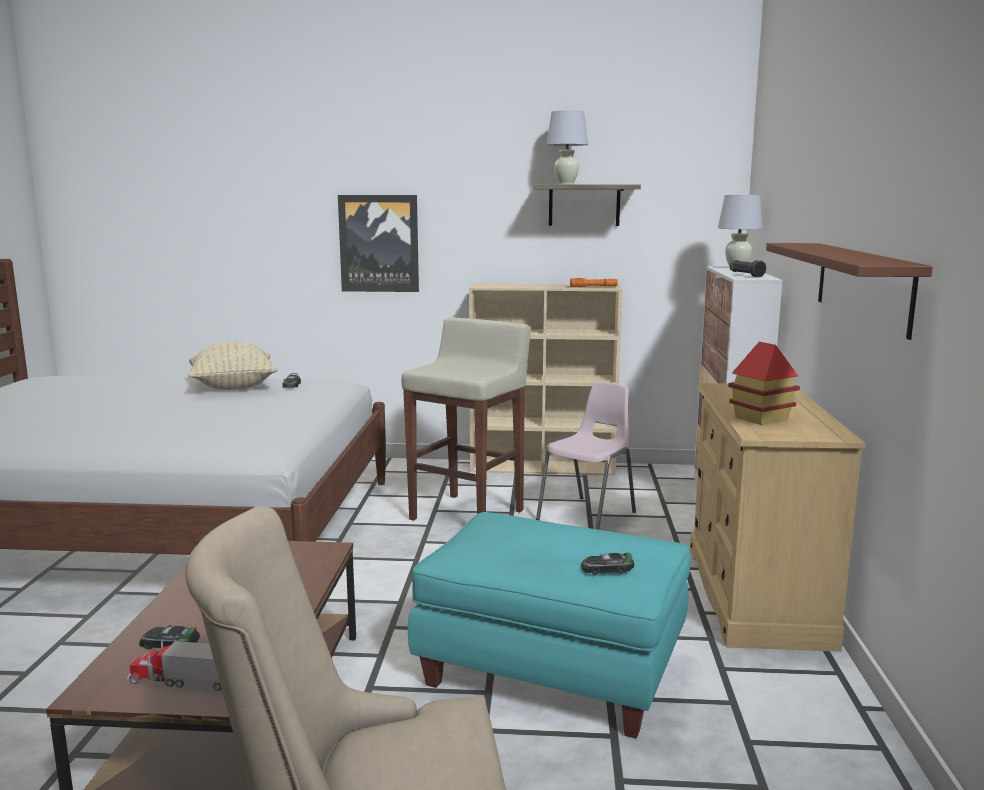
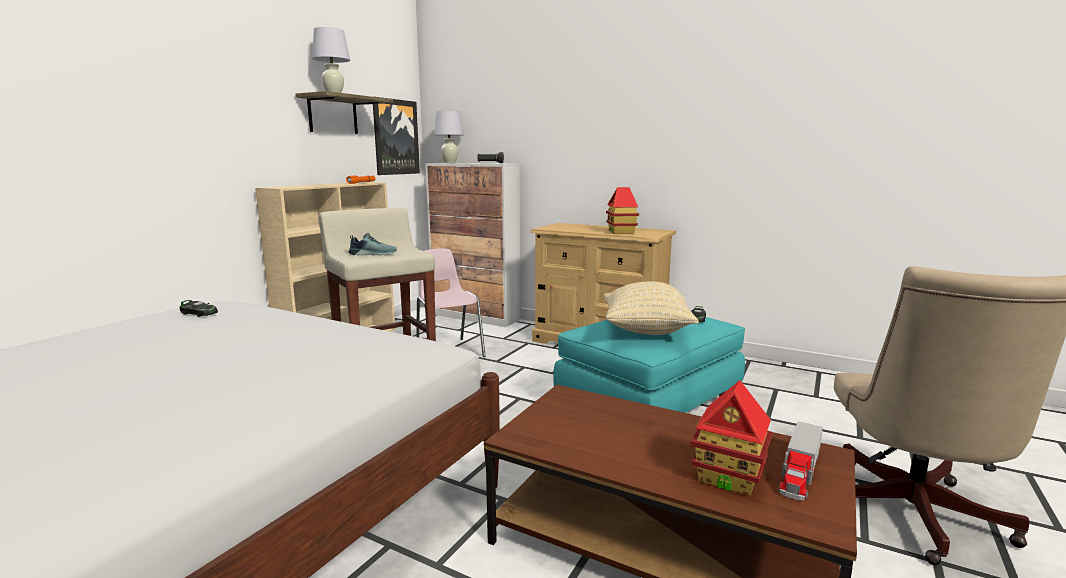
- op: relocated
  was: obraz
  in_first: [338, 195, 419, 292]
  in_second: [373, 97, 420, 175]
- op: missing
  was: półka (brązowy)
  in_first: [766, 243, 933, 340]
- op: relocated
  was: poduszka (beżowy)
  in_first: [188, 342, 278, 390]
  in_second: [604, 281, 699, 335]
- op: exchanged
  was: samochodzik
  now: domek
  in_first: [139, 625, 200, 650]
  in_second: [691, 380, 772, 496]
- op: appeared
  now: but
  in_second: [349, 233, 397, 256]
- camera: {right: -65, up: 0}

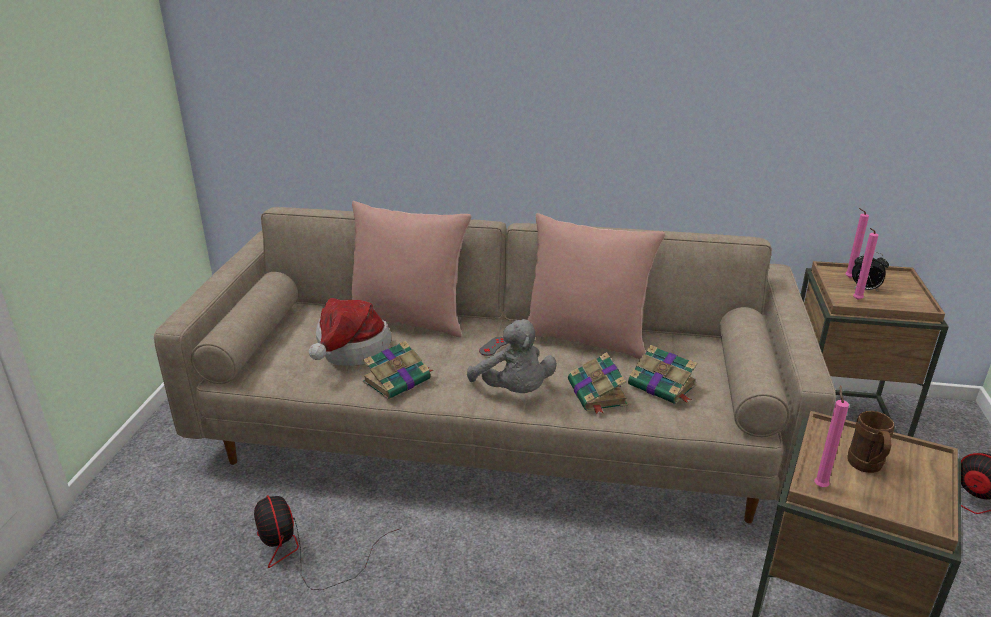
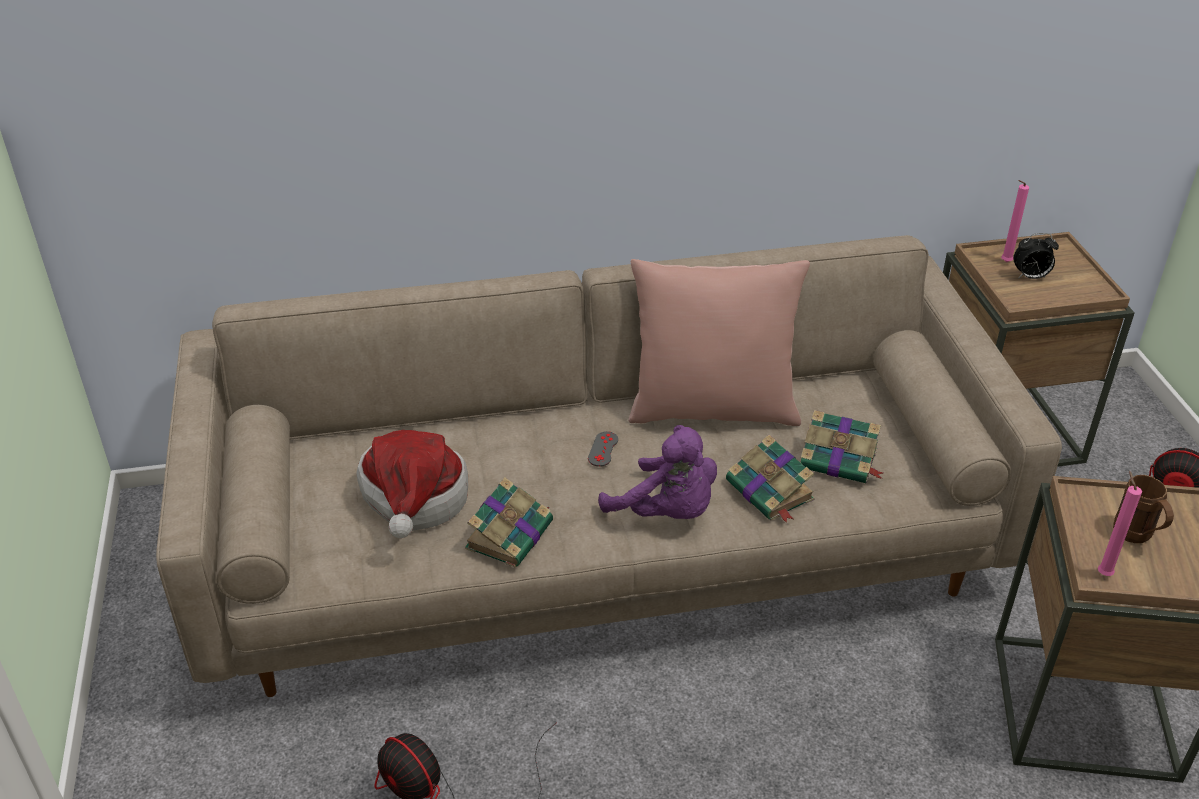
- op: missing
  was: poduszka (różowy)
  in_first: [352, 201, 472, 337]
- op: missing
  was: świeca (różowy)
  in_first: [853, 228, 878, 300]
- op: colour
  was: pluszak (szary)
  now: pluszak (fioletowy)
  in_first: [467, 319, 557, 393]
  in_second: [598, 425, 717, 519]
- camera: {right: -20, up: 10}

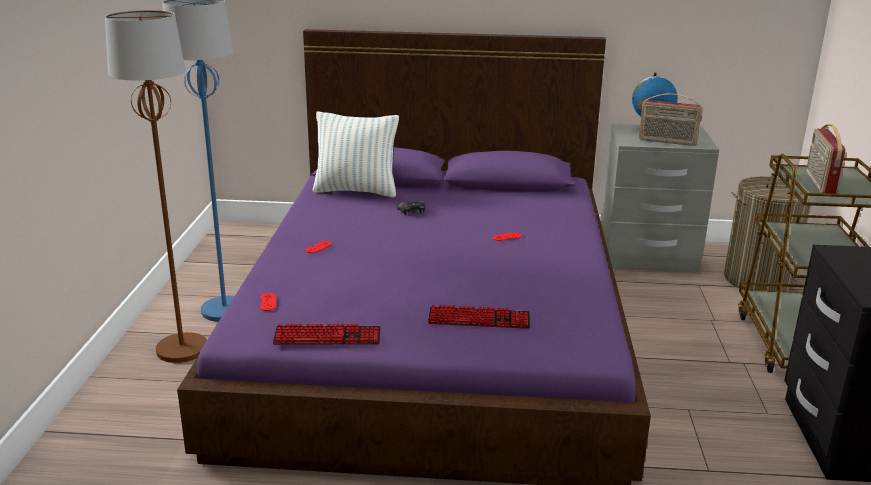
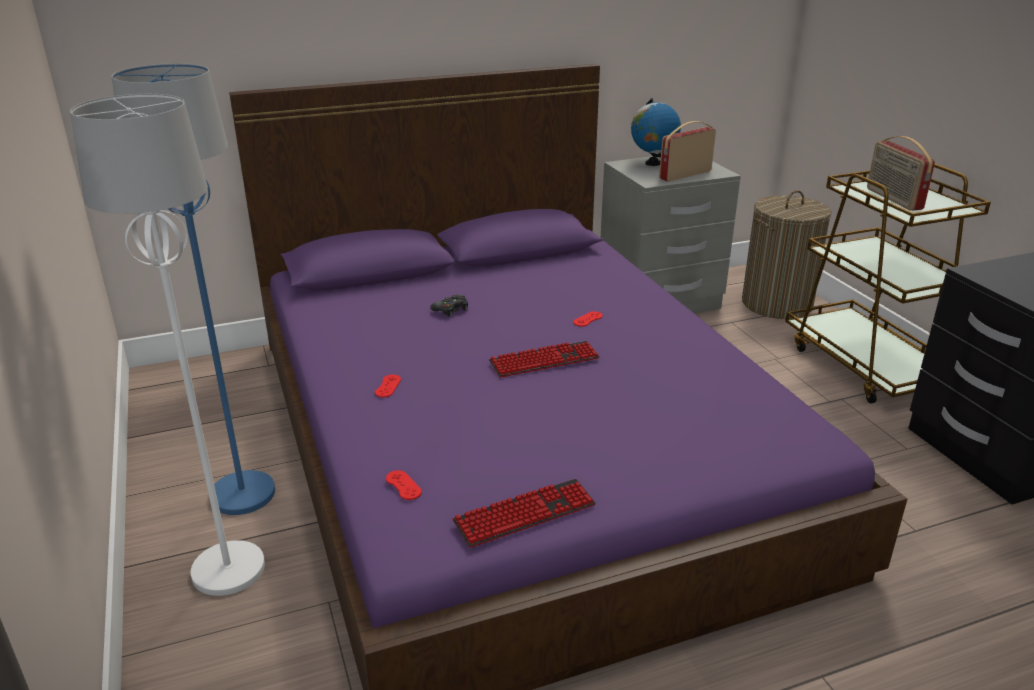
- op: colour
  was: lampa stojąca (brązowy)
  now: lampa stojąca (biały)
  in_first: [105, 10, 207, 363]
  in_second: [70, 94, 265, 596]
- op: spun
  was: radio
  in_first: [639, 93, 703, 146]
  in_second: [659, 121, 716, 182]
  clockwise: 150
- op: missing
  was: poduszka
  in_first: [313, 112, 399, 197]
- op: relocated
  was: klawiatura
  in_first: [428, 305, 530, 329]
  in_second: [489, 341, 600, 378]
- camera: {right: -25, up: 5}

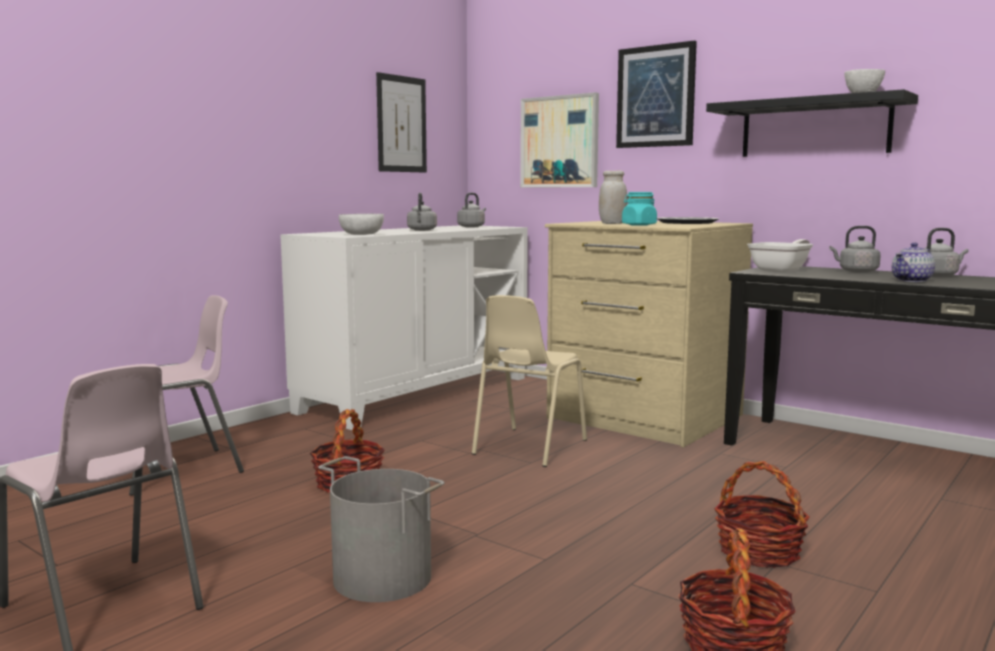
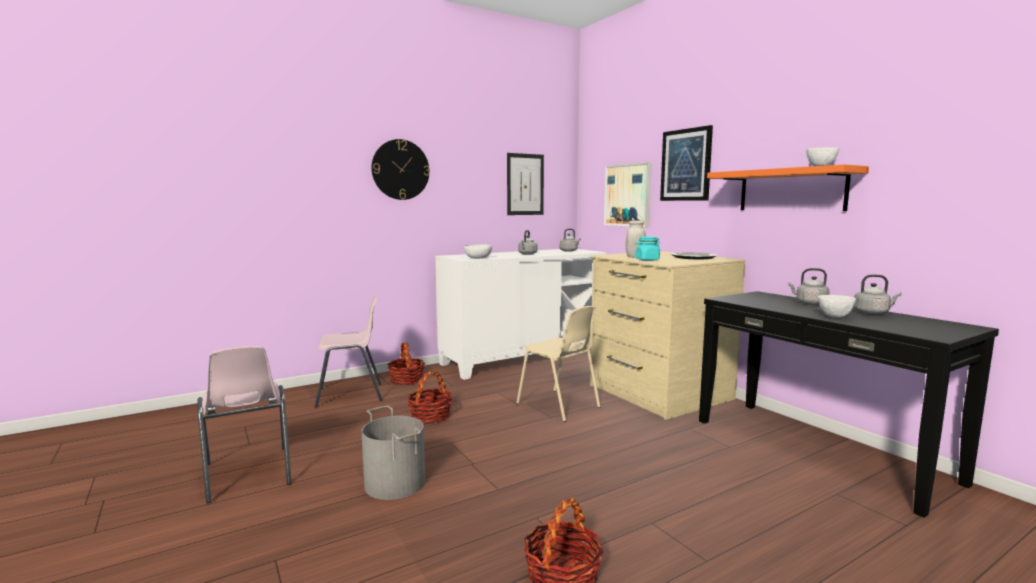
- op: colour
  was: półka (czarny)
  now: półka (pomarańczowy)
  in_first: [706, 89, 918, 157]
  in_second: [707, 164, 869, 211]
- op: missing
  was: patelnia
  in_first: [747, 239, 813, 272]
- op: exchanged
  was: imbryk
  now: miska (biały)
  in_first: [892, 243, 935, 282]
  in_second: [818, 295, 856, 318]
- op: spun
  was: krzesło (beżowy)
  in_first: [472, 295, 587, 467]
  in_second: [516, 306, 601, 422]
  clockwise: -90
- op: relocated
  was: koszyk
  in_first: [714, 461, 810, 568]
  in_second: [387, 342, 425, 385]
- op: appeared
  now: zegar ścienny
  in_second: [372, 139, 430, 200]
- camera: {right: 20, up: 0}

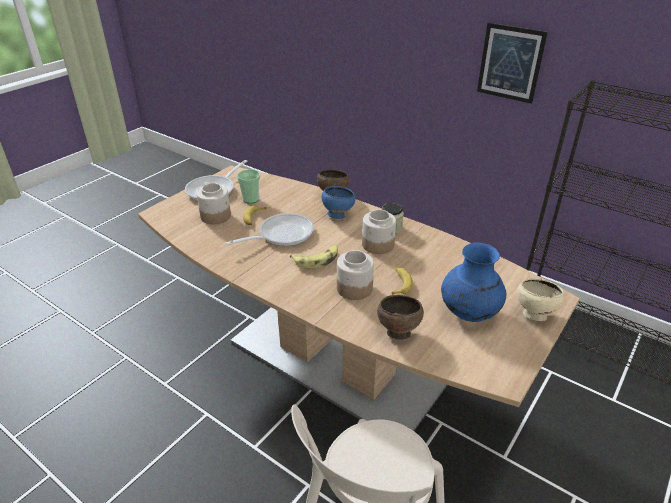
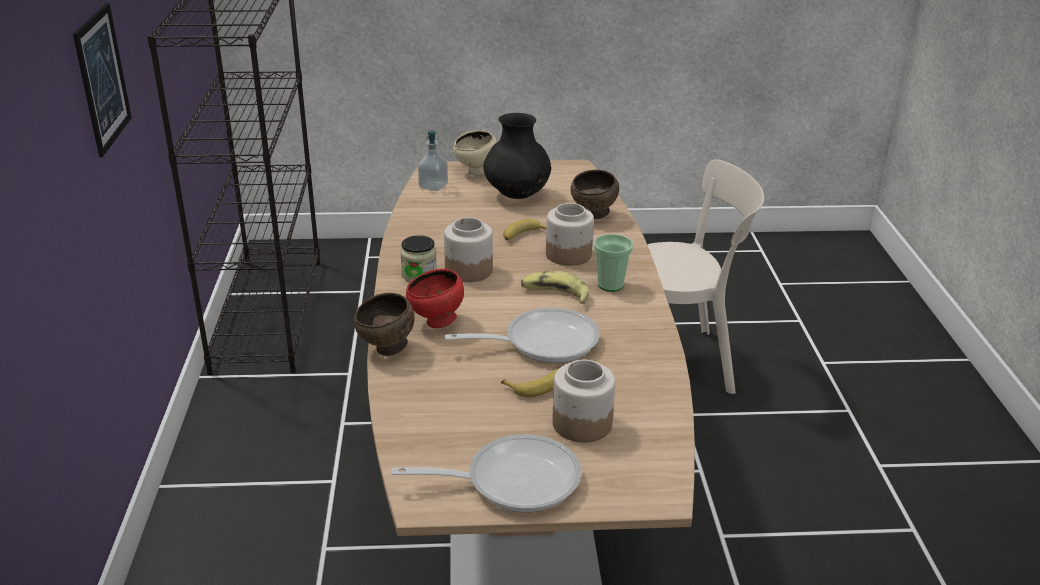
- op: relocated
  was: filiżanka
  in_first: [237, 169, 260, 204]
  in_second: [594, 234, 633, 292]
- op: colour
  was: miska (niebieski)
  now: miska (czerwony)
  in_first: [322, 186, 355, 219]
  in_second: [406, 269, 464, 328]
- op: spun
  was: patelnia
  in_first: [226, 213, 314, 246]
  in_second: [445, 308, 600, 363]
  clockwise: 150
- op: colour
  was: wazon (niebieski)
  now: wazon (czarny)
  in_first: [441, 242, 507, 322]
  in_second: [484, 113, 551, 199]
- op: appeared
  now: dozownik mydła
  in_second: [418, 131, 448, 191]
- camera: {right: -130, up: -5}

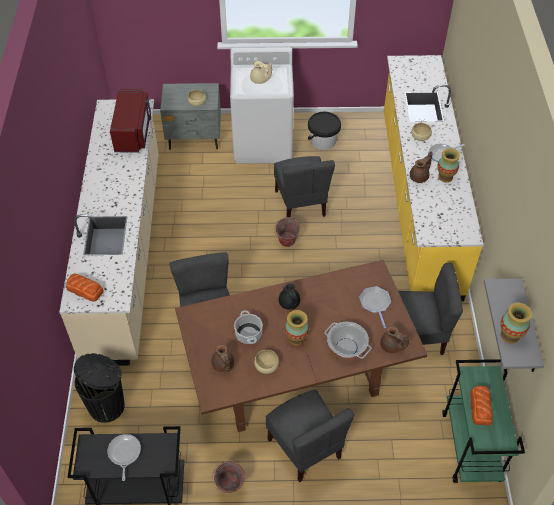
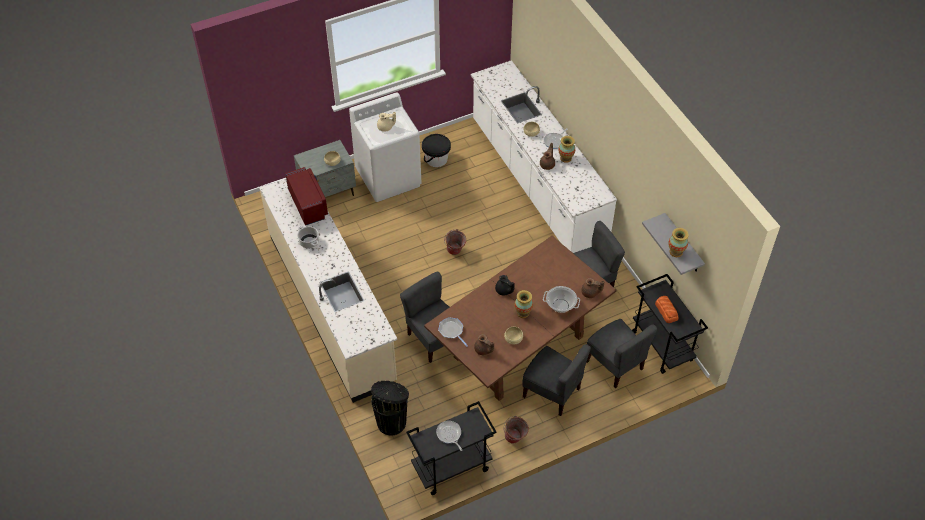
- op: colour
  was: zabudowa kuchenna (żółty)
  now: zabudowa kuchenna (biały)
  in_first: [384, 55, 483, 301]
  in_second: [471, 60, 617, 253]
- op: relocated
  was: krzesło (szary)
  in_first: [274, 156, 335, 218]
  in_second: [587, 319, 657, 388]
- op: missing
  was: chleb
  in_first: [66, 273, 104, 302]
- op: relocated
  was: patelnia
  in_first: [360, 286, 391, 328]
  in_second: [438, 317, 468, 347]
- op: relocated
  was: garnek
  in_first: [234, 310, 263, 344]
  in_second: [297, 226, 319, 249]
- op: colour
  was: wózek (zielony)
  now: wózek (czarny)
  in_first: [442, 359, 525, 483]
  in_second: [632, 274, 708, 374]
- camera: {right: -25, up: 0}

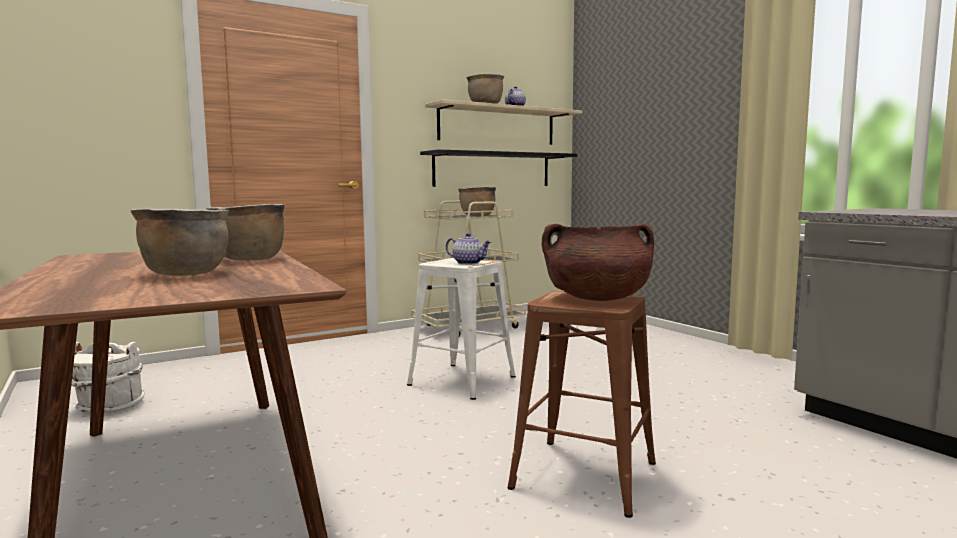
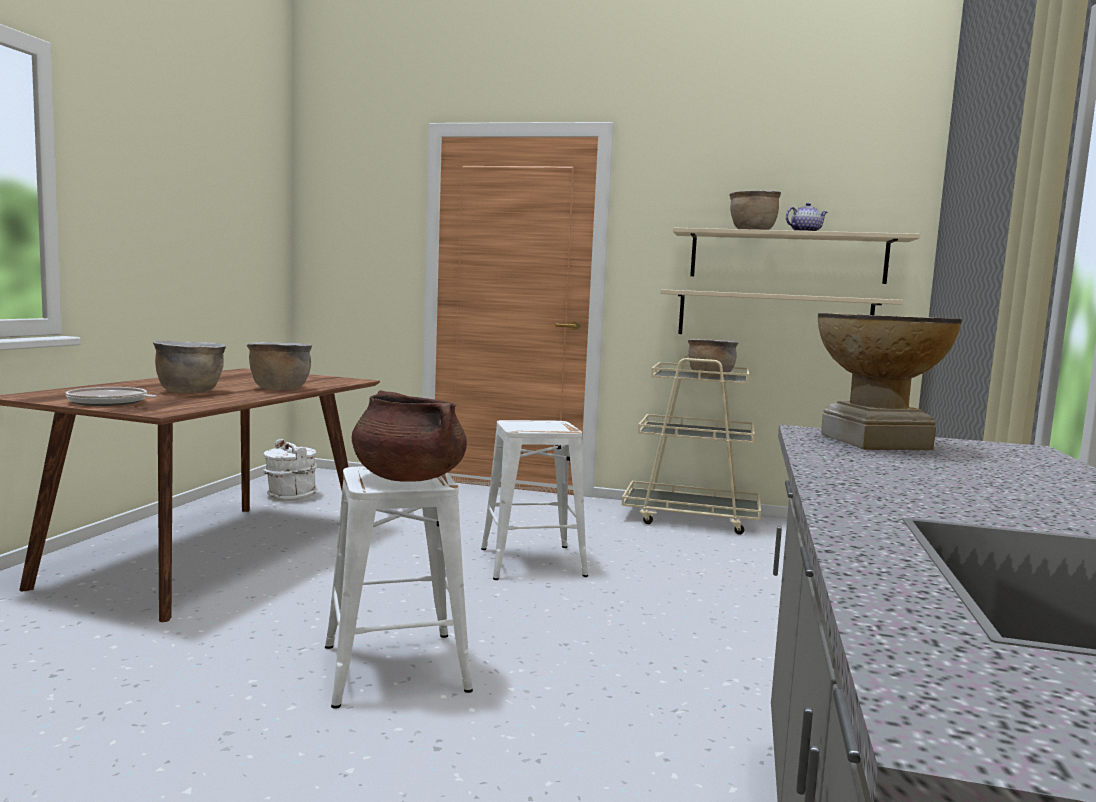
- op: colour
  was: półka (czarny)
  now: półka (beżowy)
  in_first: [420, 149, 577, 187]
  in_second: [660, 289, 903, 334]
- op: missing
  was: imbryk
  in_first: [446, 233, 491, 265]
- op: colour
  was: stołek (brązowy)
  now: stołek (biały)
  in_first: [508, 290, 656, 518]
  in_second: [325, 466, 473, 709]
- op: appeared
  now: wazon
  in_second: [818, 313, 962, 450]
- op: appeared
  now: patelnia
  in_second: [65, 387, 157, 406]
- camera: {right: 45, up: 0}

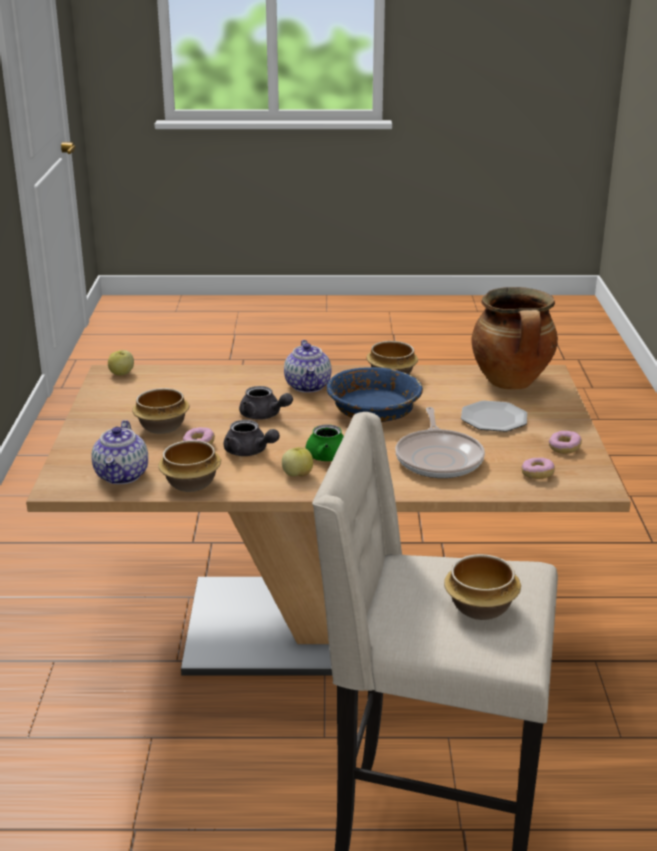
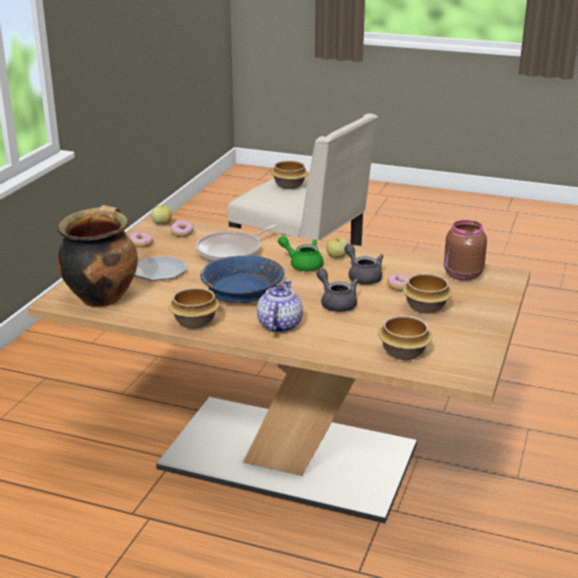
- op: relocated
  was: jabłko
  in_first: [108, 350, 134, 376]
  in_second: [151, 205, 172, 224]
- op: spun
  was: patelnia
  in_first: [395, 407, 485, 478]
  in_second: [196, 225, 278, 262]
  clockwise: -150
- op: exchanged
  was: imbryk
  now: słoik (brązowy)
  in_first: [92, 420, 148, 484]
  in_second: [444, 220, 487, 281]
- op: relocated
  was: miska
  in_first: [158, 440, 221, 492]
  in_second: [378, 315, 432, 360]
- camera: {right: -160, up: 0}

